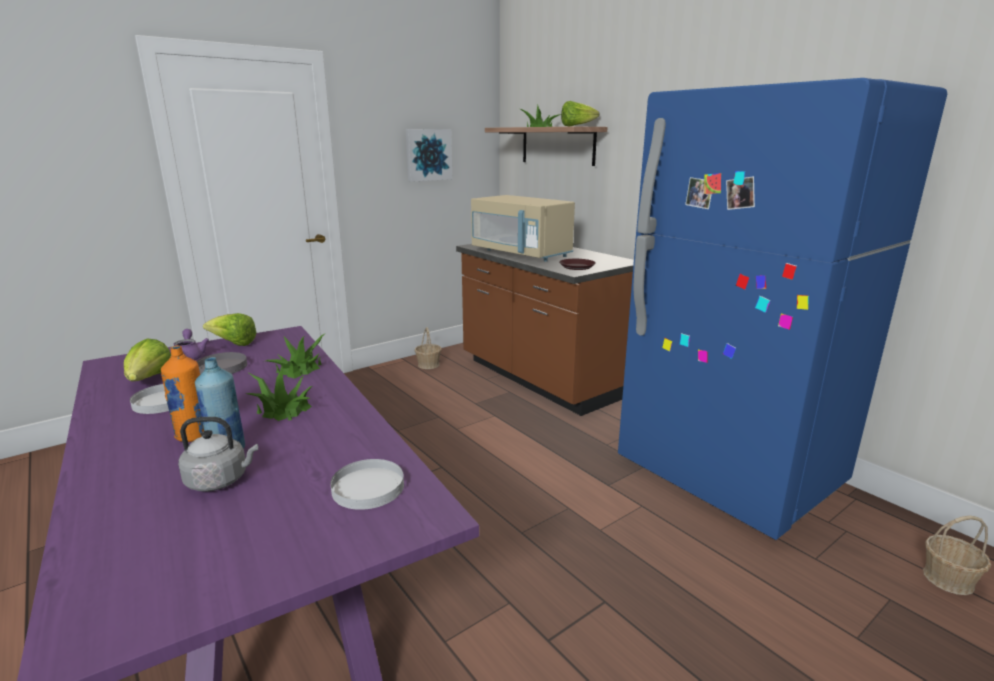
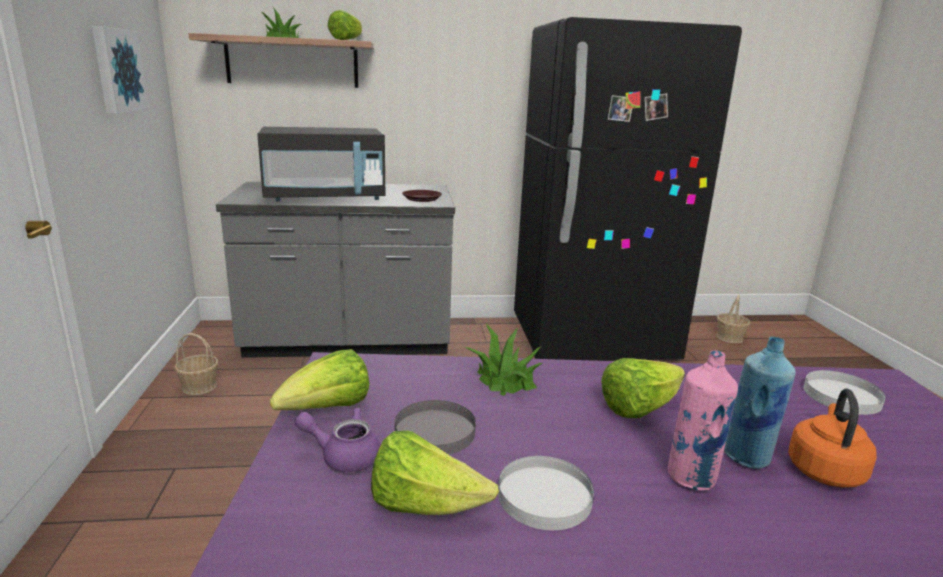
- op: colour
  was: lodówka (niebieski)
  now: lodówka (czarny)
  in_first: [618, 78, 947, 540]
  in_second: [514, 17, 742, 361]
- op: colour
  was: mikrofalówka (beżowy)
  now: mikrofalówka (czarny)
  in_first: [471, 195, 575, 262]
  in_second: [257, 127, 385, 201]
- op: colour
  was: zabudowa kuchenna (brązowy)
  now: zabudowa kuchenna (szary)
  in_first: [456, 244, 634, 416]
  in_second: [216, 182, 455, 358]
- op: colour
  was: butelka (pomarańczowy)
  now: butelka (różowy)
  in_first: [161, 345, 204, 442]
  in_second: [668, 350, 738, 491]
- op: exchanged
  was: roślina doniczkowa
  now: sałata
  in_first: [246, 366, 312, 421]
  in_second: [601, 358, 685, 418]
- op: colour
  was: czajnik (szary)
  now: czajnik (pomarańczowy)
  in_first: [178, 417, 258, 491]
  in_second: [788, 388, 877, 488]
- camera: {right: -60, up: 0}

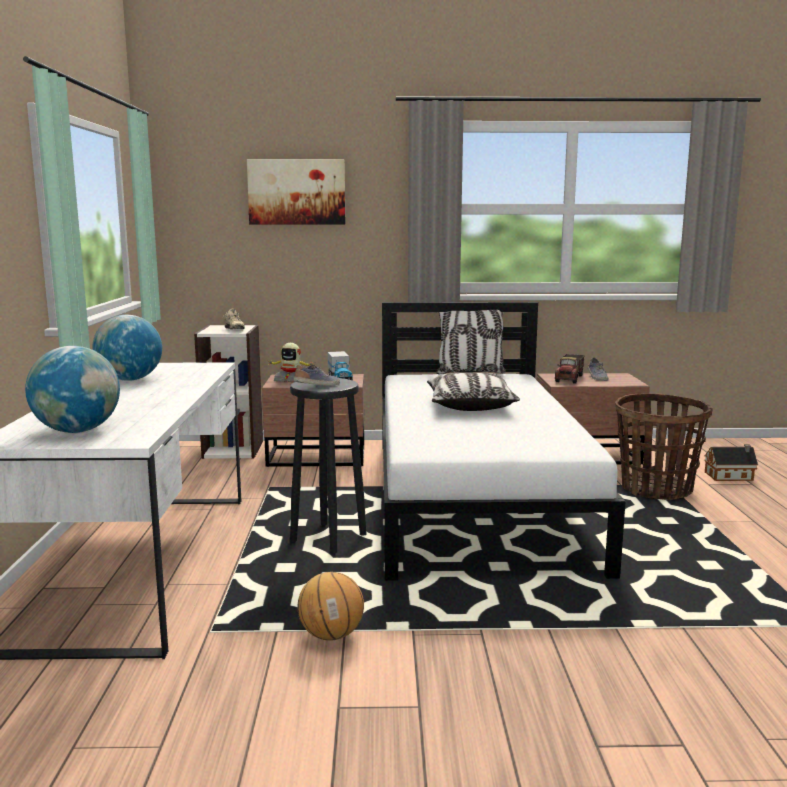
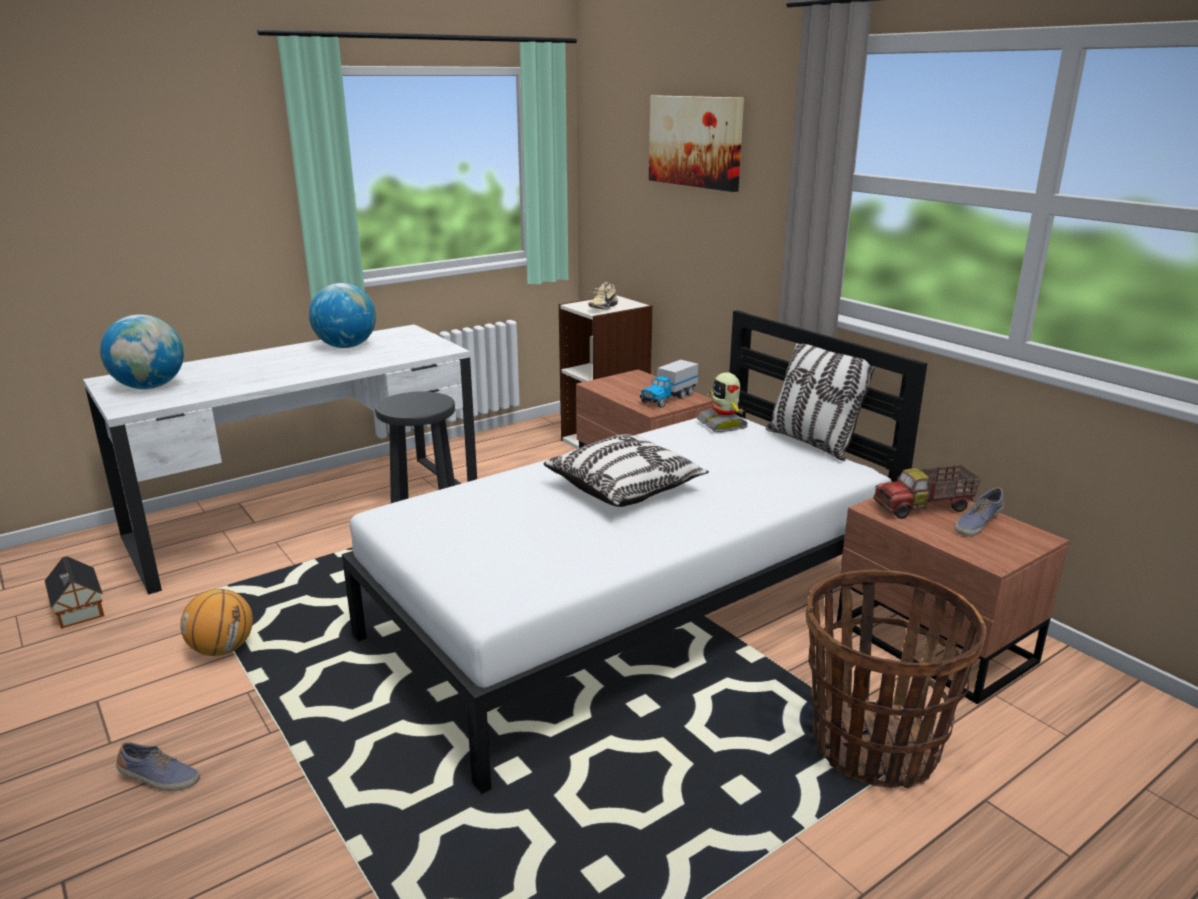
- op: relocated
  was: robot zabawkowy
  in_first: [268, 343, 313, 382]
  in_second: [697, 372, 748, 432]
- op: relocated
  was: but
  in_first: [293, 365, 340, 386]
  in_second: [116, 742, 200, 791]
- op: relocated
  was: domek
  in_first: [704, 444, 758, 481]
  in_second: [45, 556, 104, 629]
- camera: {right: 55, up: 10}

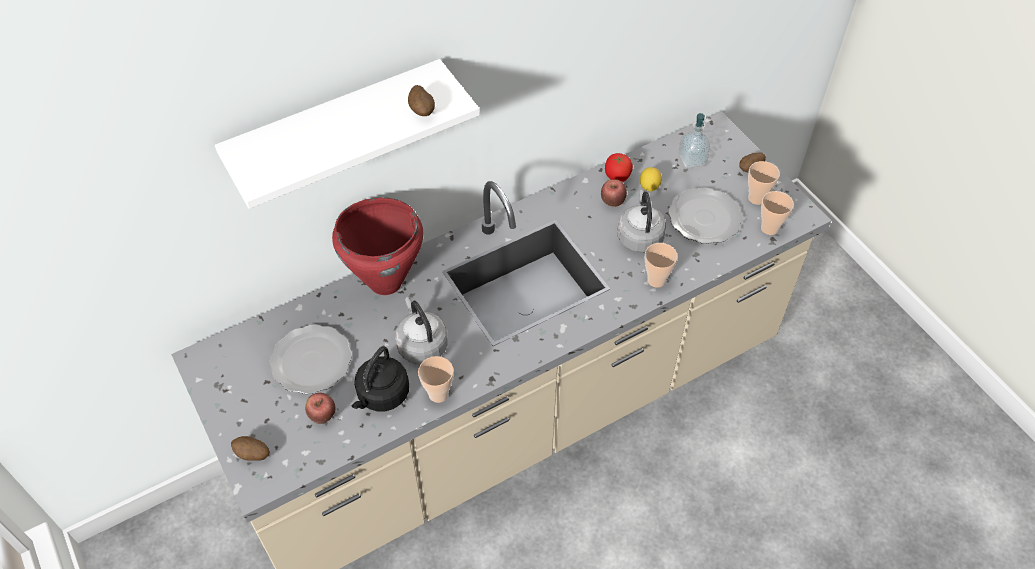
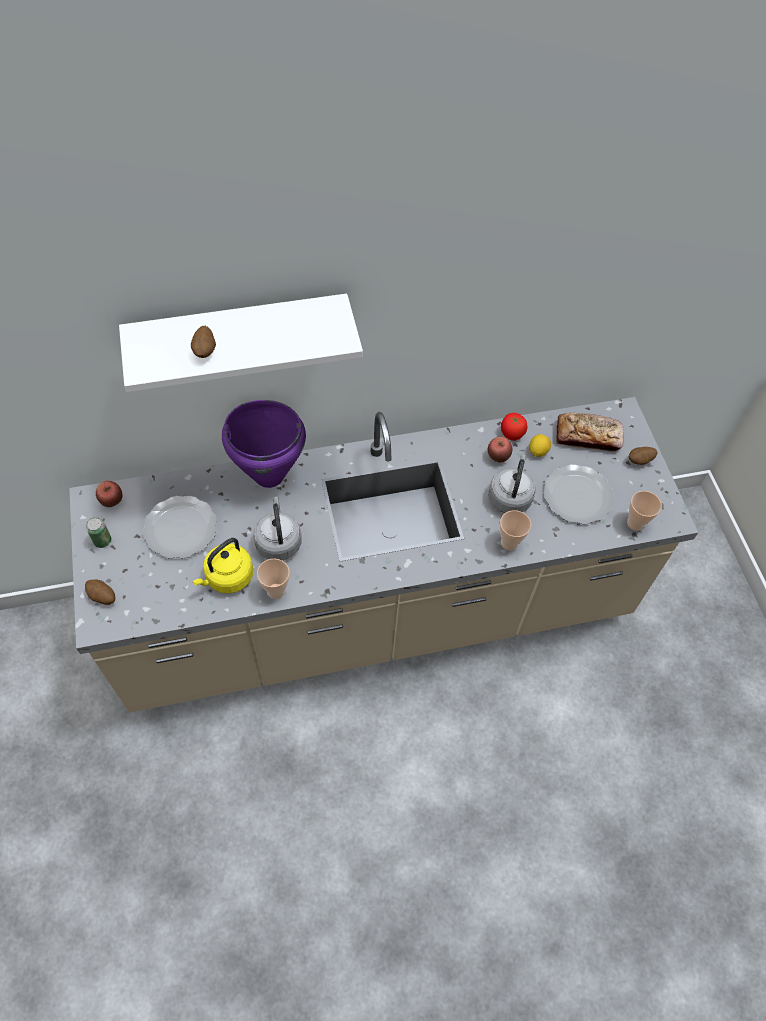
- op: relocated
  was: ziemniak
  in_first: [408, 85, 435, 116]
  in_second: [191, 326, 216, 358]
- op: exchanged
  was: dozownik mydła
  now: chleb
  in_first: [678, 113, 710, 168]
  in_second: [557, 413, 624, 452]
- op: missing
  was: filiżanka
  in_first: [748, 161, 780, 205]
- op: colour
  was: garnek (czerwony)
  now: garnek (fioletowy)
  in_first: [332, 197, 423, 295]
  in_second: [222, 400, 306, 488]
- op: colour
  was: czajnik (czarny)
  now: czajnik (żółty)
  in_first: [352, 346, 409, 411]
  in_second: [192, 538, 253, 593]
- op: relocated
  was: jabłko
  in_first: [305, 393, 336, 424]
  in_second: [96, 481, 123, 507]
- op: appeared
  now: puszka
  in_second: [86, 517, 111, 548]
- camera: {right: 15, up: 5}

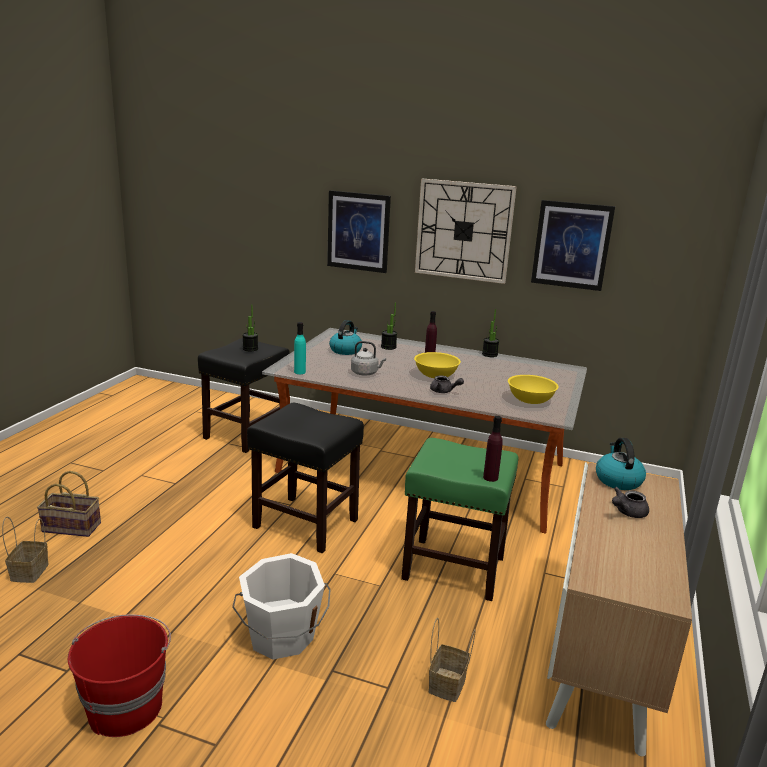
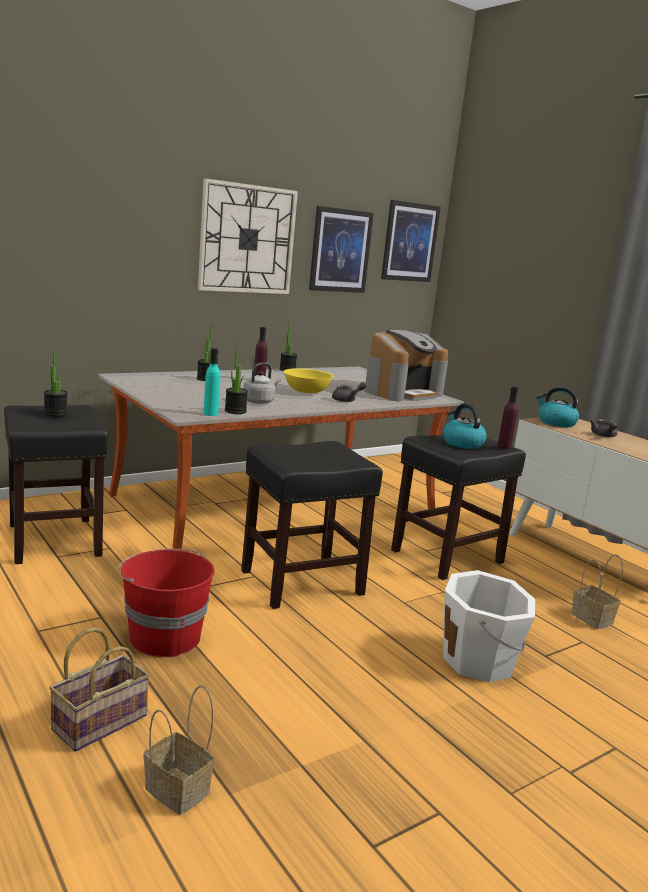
- op: relocated
  was: obraz
  in_first: [327, 190, 391, 273]
  in_second: [381, 200, 441, 282]
- op: relocated
  was: czajnik
  in_first: [329, 320, 362, 355]
  in_second: [443, 403, 487, 449]
- op: exchanged
  was: miska (żółty)
  now: ekspres do kawy
  in_first: [508, 375, 559, 404]
  in_second: [365, 329, 448, 401]
- op: colour
  was: stołek (zielony)
  now: stołek (czarny)
  in_first: [401, 438, 518, 601]
  in_second: [391, 434, 526, 580]
- op: relocated
  was: wiadro (czerwony)
  in_first: [68, 614, 171, 737]
  in_second: [117, 549, 215, 657]
- op: appeared
  now: roślina doniczkowa
  in_second: [225, 348, 248, 414]
- camera: {right: -55, up: -5}

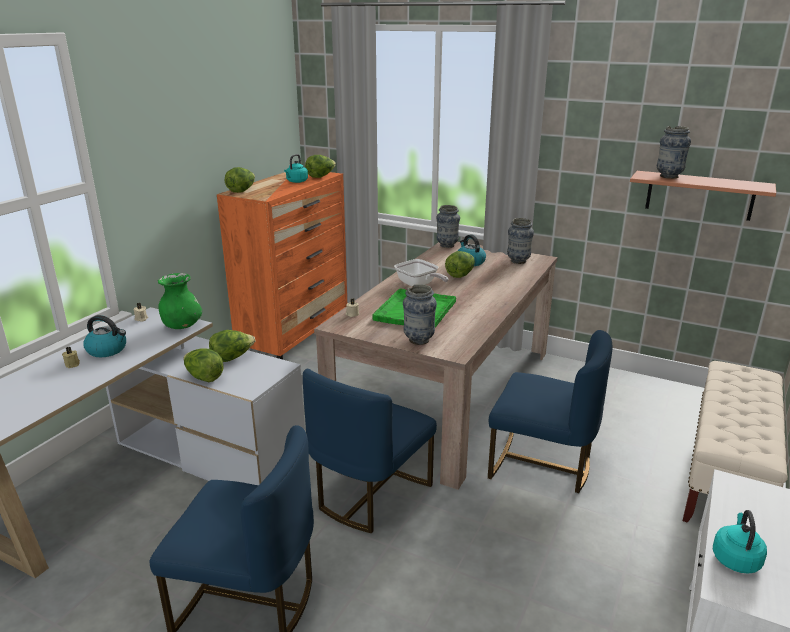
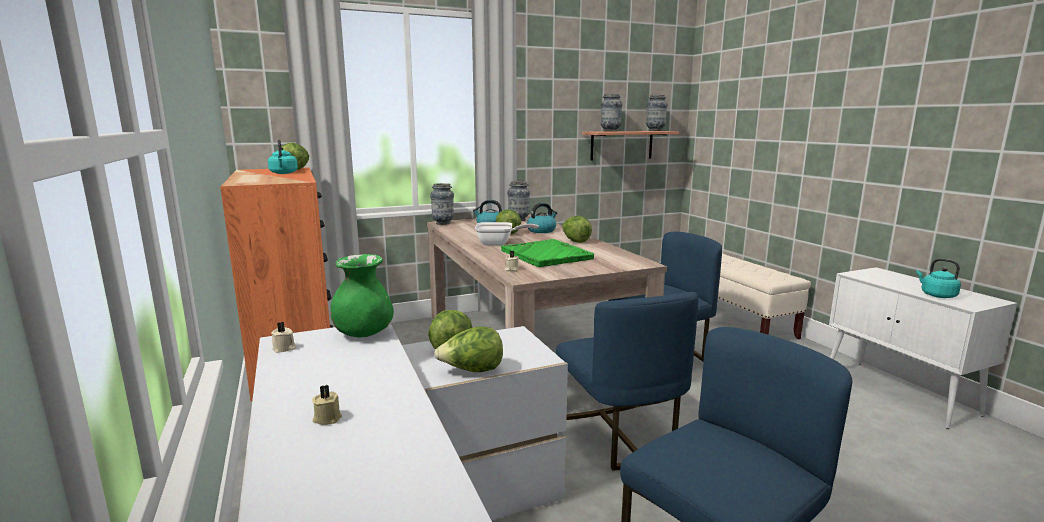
- op: relocated
  was: sałata
  in_first: [225, 167, 255, 193]
  in_second: [562, 216, 592, 243]
- op: relocated
  was: wazon
  in_first: [403, 284, 437, 345]
  in_second: [646, 95, 668, 131]
- op: relocated
  was: czajnik
  in_first: [83, 315, 126, 357]
  in_second: [527, 203, 557, 233]
- camera: {right: -50, up: -10}

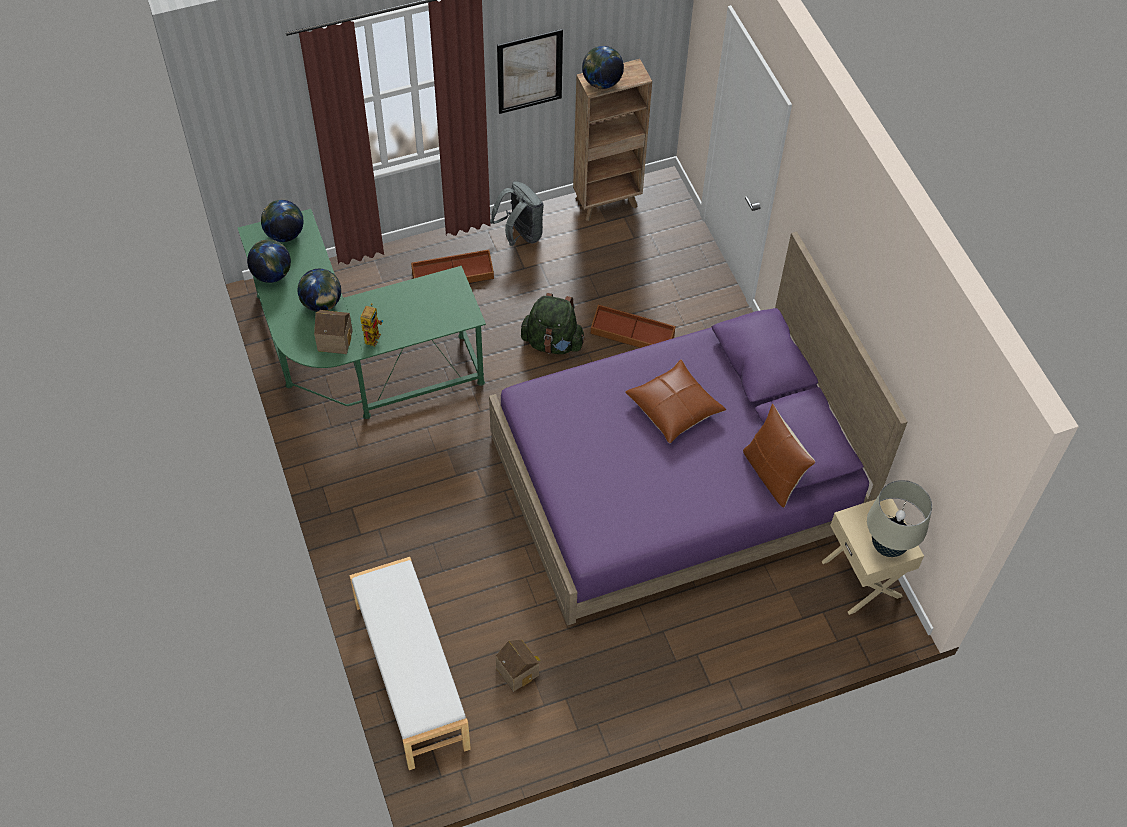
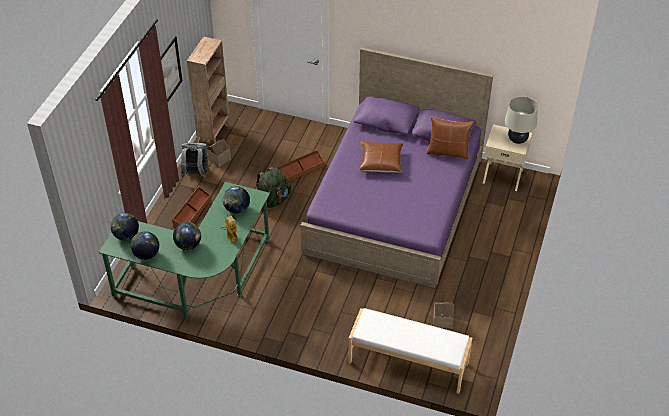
- op: relocated
  was: globus
  in_first: [582, 46, 624, 89]
  in_second: [223, 186, 250, 214]
- op: relocated
  was: domek
  in_first: [314, 310, 353, 354]
  in_second: [207, 139, 231, 168]
- camera: {right: -50, up: -10}

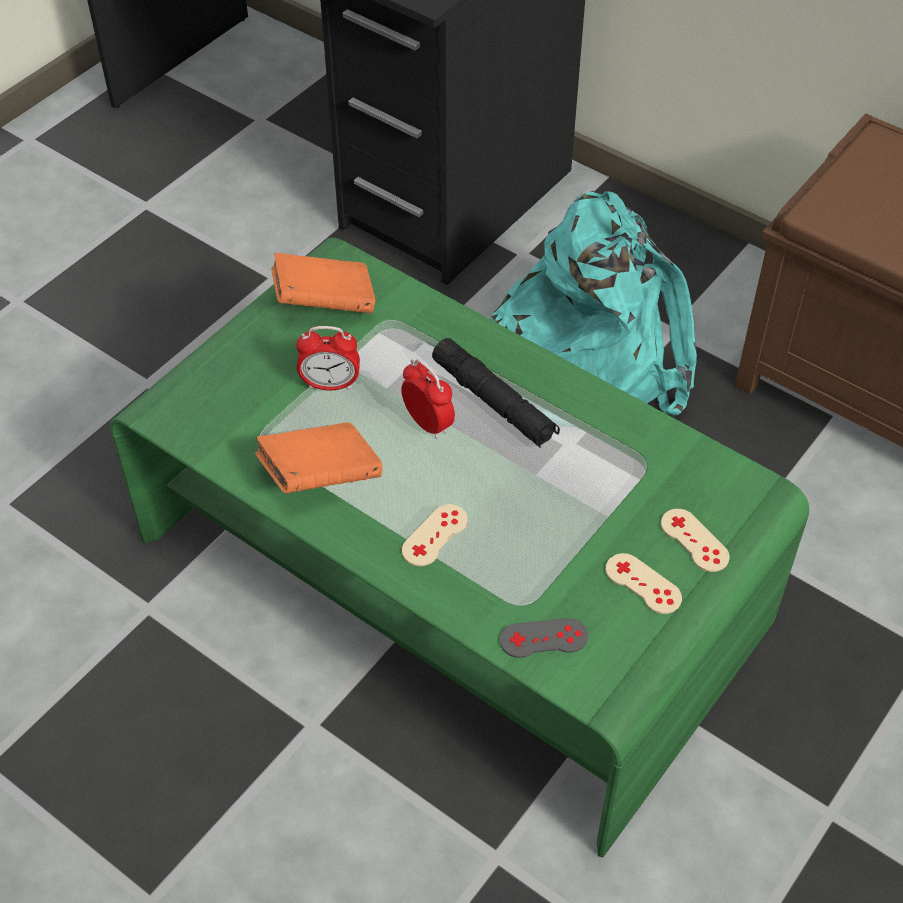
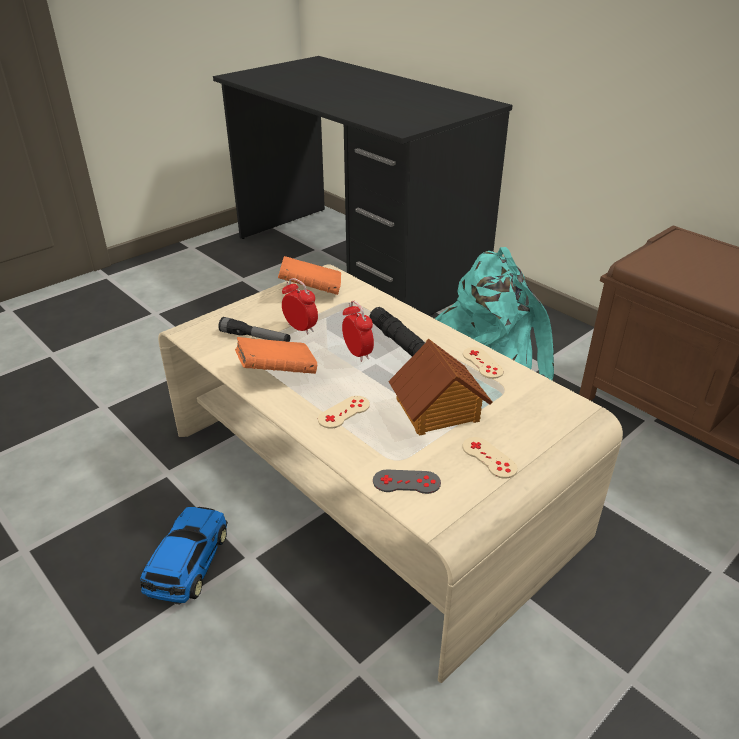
- op: colour
  was: ława (zielony)
  now: ława (beżowy)
  in_first: [110, 238, 809, 857]
  in_second: [158, 264, 623, 683]
- op: spun
  was: budzik
  in_first: [296, 326, 360, 390]
  in_second: [282, 278, 318, 335]
  clockwise: -150
- op: relocated
  was: pad do gier (beżowy)
  in_first: [661, 509, 730, 572]
  in_second: [463, 347, 504, 379]
- op: appeared
  now: latarka
  in_second: [218, 317, 290, 342]
- op: appeared
  now: domek
  in_second: [388, 339, 493, 436]
- op: appeared
  now: samochodzik
  in_second: [140, 507, 228, 605]
- camera: {right: 10, up: -15}

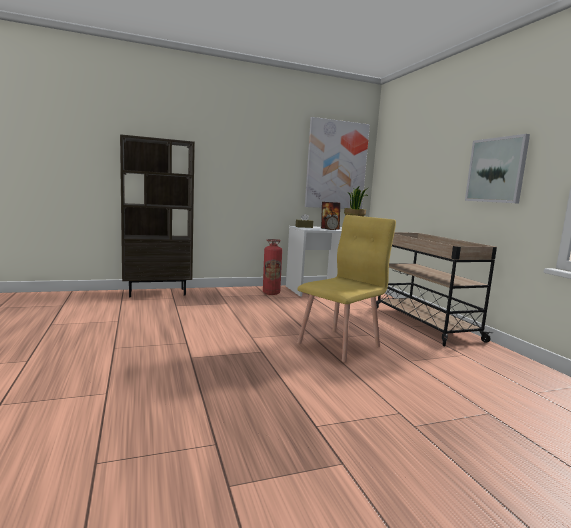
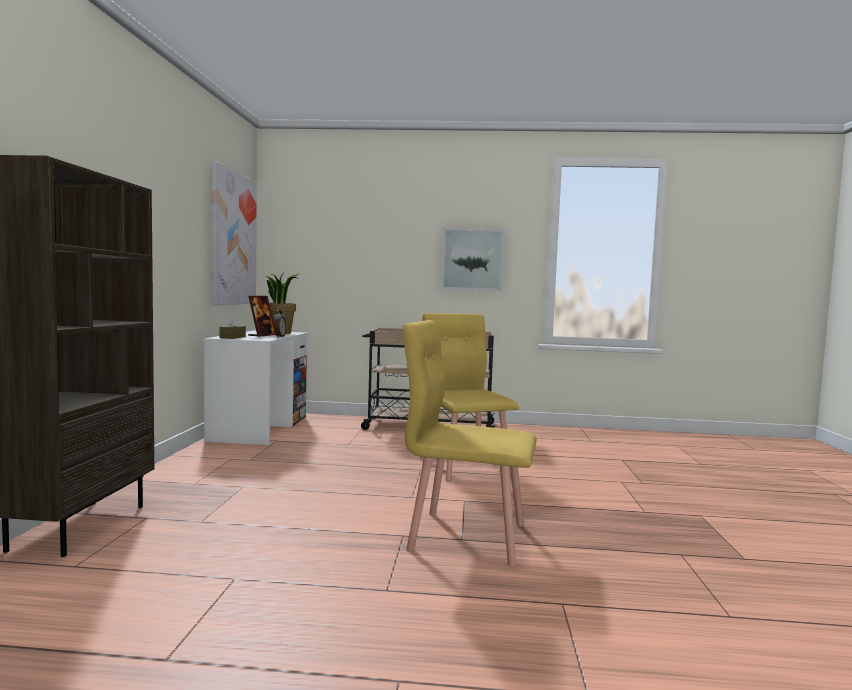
- op: missing
  was: gaśnica
  in_first: [263, 239, 282, 295]
- op: appeared
  now: krzesło (żółty)
  in_second: [403, 320, 537, 566]
- camera: {right: -65, up: -5}

